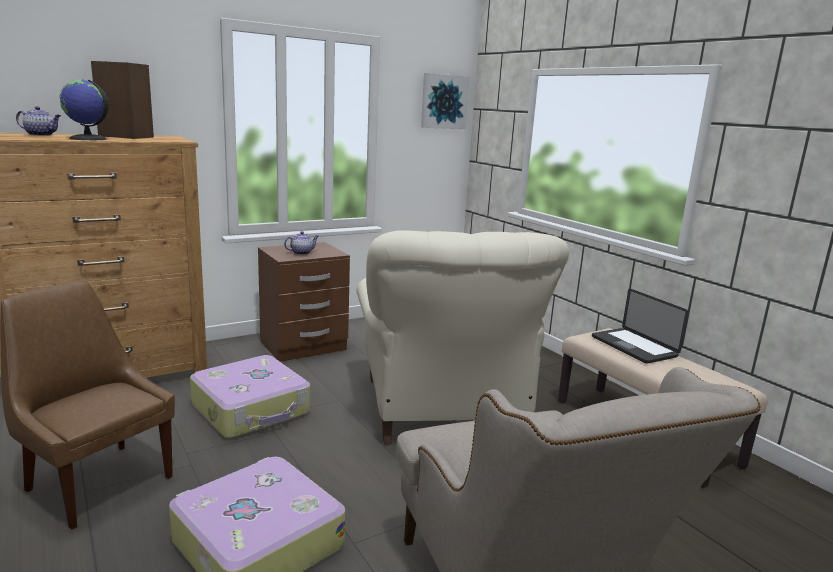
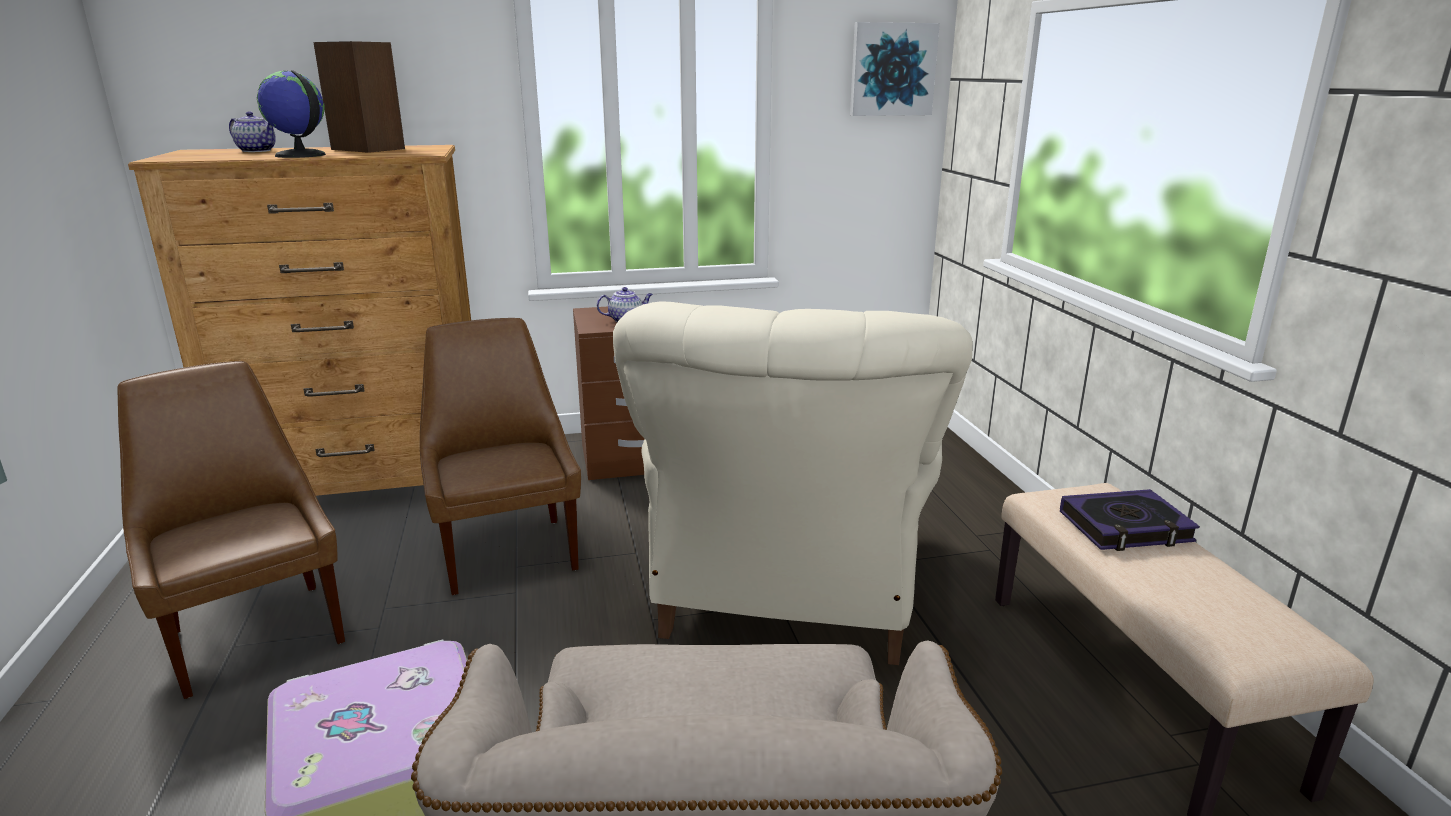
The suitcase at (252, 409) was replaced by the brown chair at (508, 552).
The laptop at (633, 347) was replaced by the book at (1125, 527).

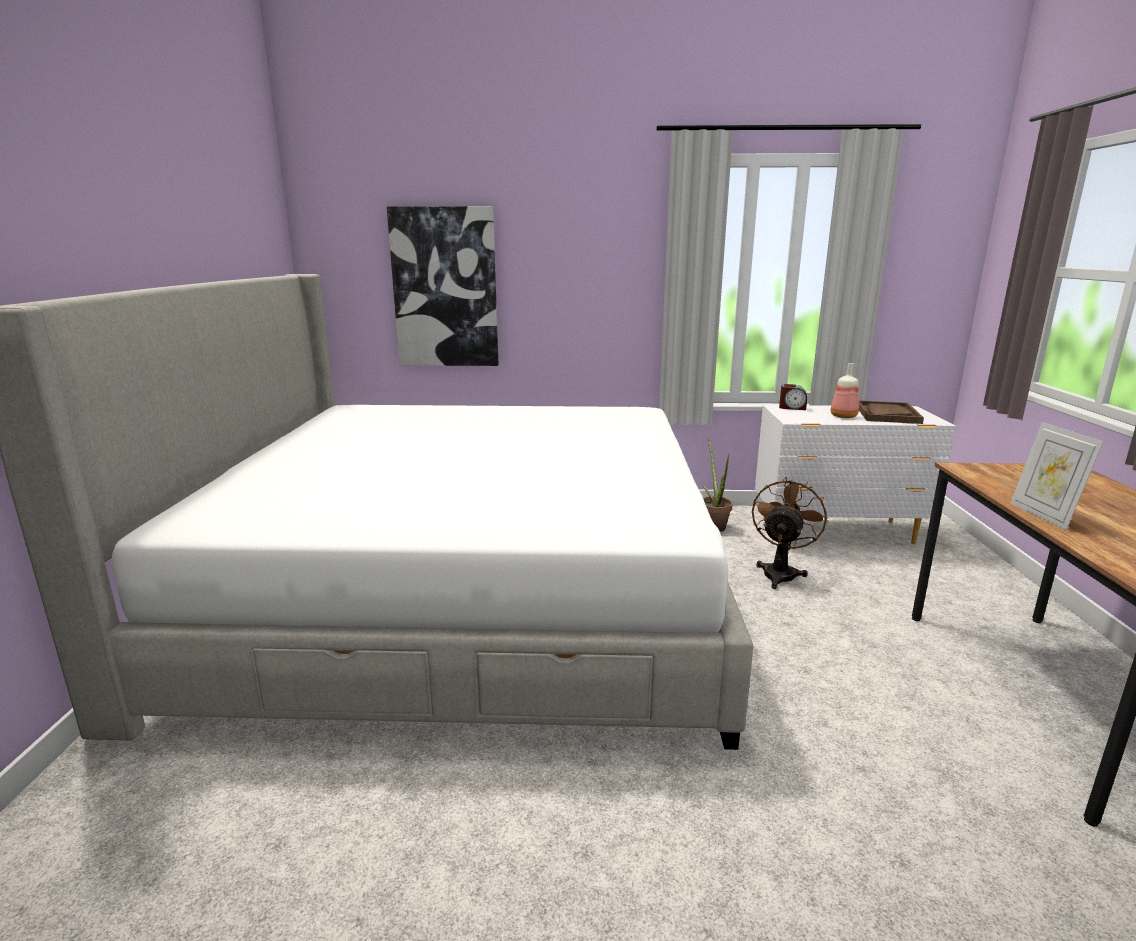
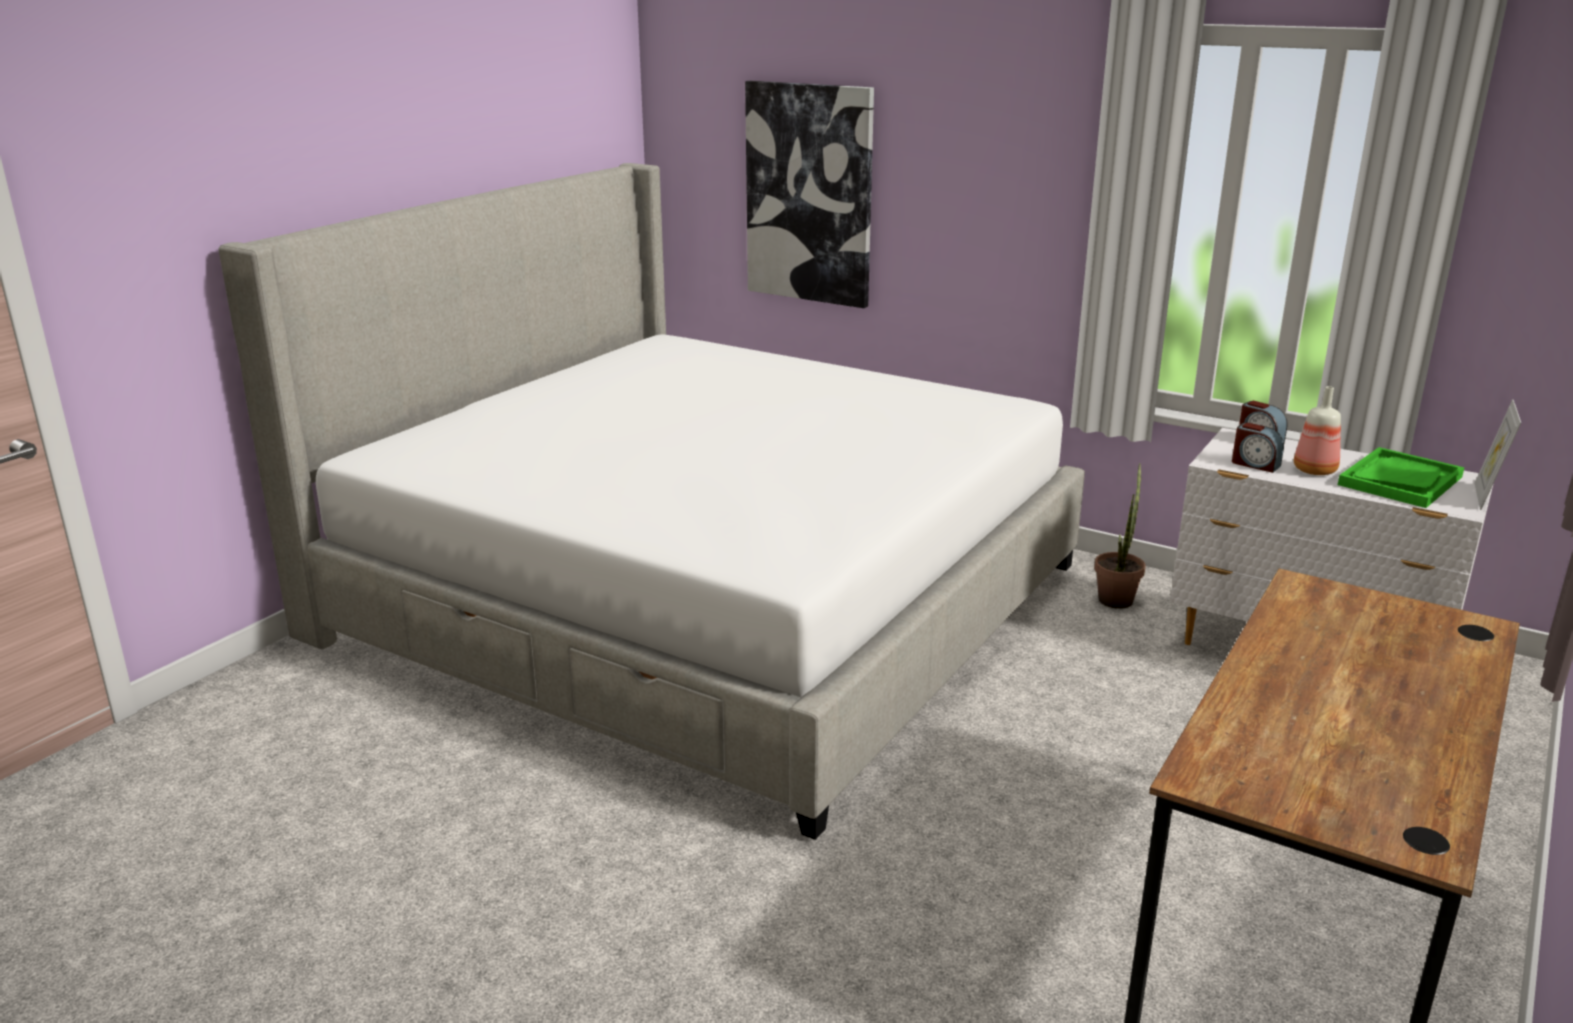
The alarm clock at (1255, 464) appeared.
The brown tray at (887, 414) became the green tray at (1400, 481).
The picture frame moved from (1043, 515) to (1486, 497).
The brown fan at (780, 572) disappeared.

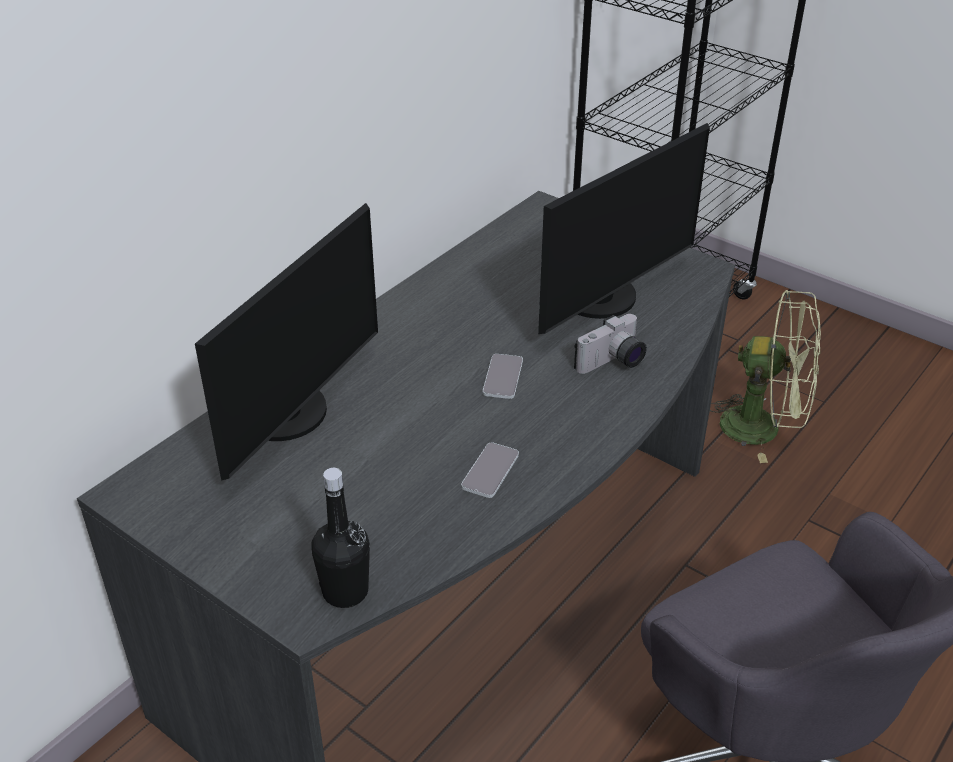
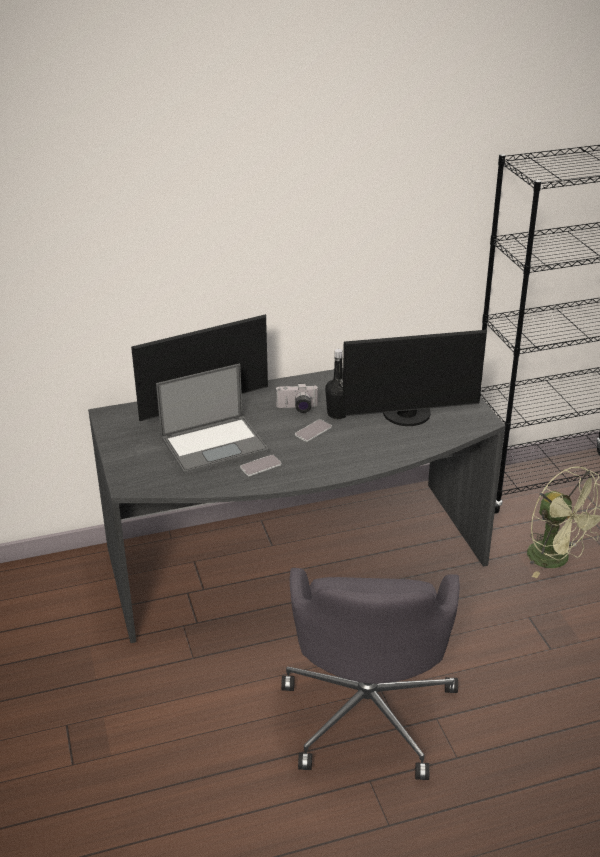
The laptop at (215, 444) appeared.
The photo camera moved from (612, 363) to (297, 408).
The black bottle moved from (345, 591) to (337, 414).

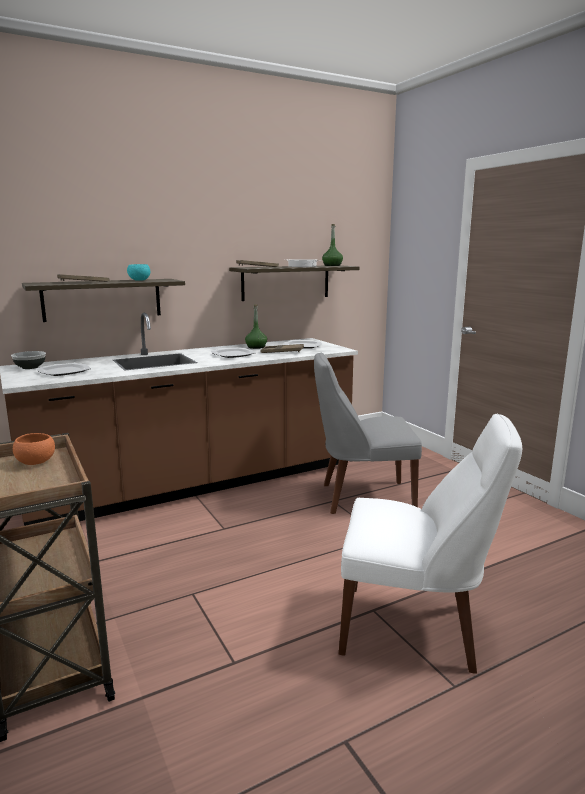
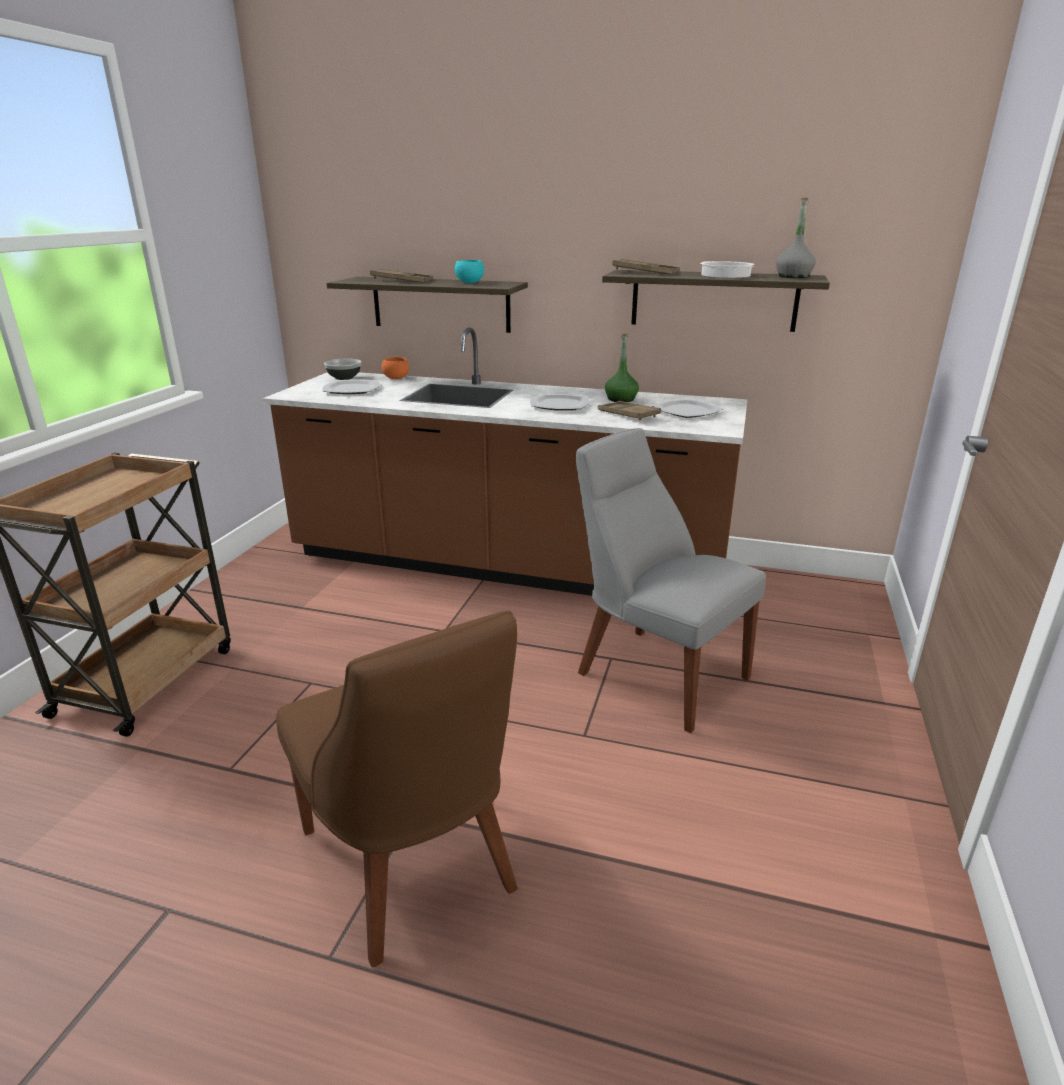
The white chair at (415, 629) became the brown chair at (412, 866).
The orange bowl moved from (35, 462) to (396, 378).
The green bottle at (332, 265) became the grey bottle at (793, 276).

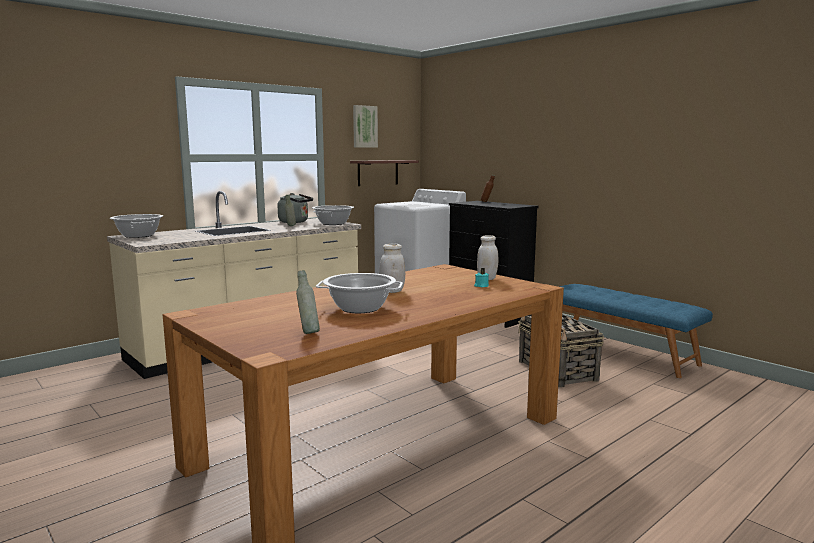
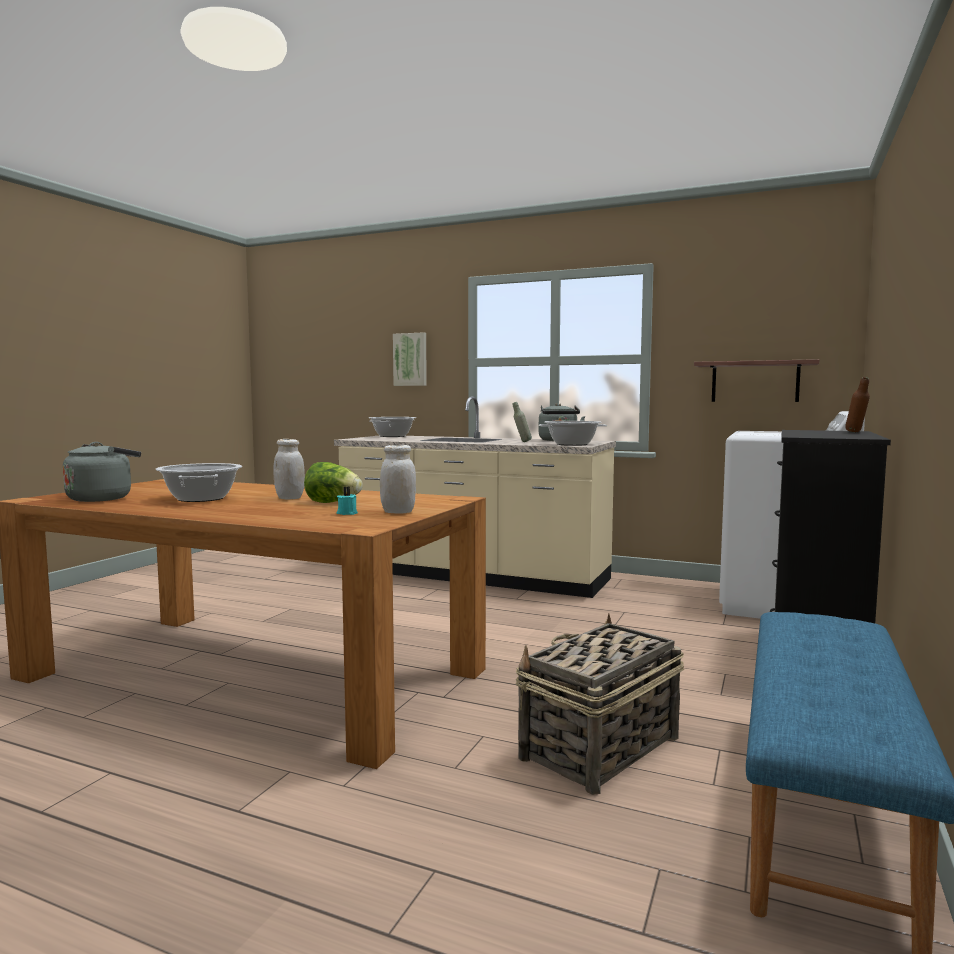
The grey bottle at (308, 332) was replaced by the grey kettle at (103, 498).
The lettuce at (333, 502) appeared.
The picture moved from (364, 126) to (410, 359).

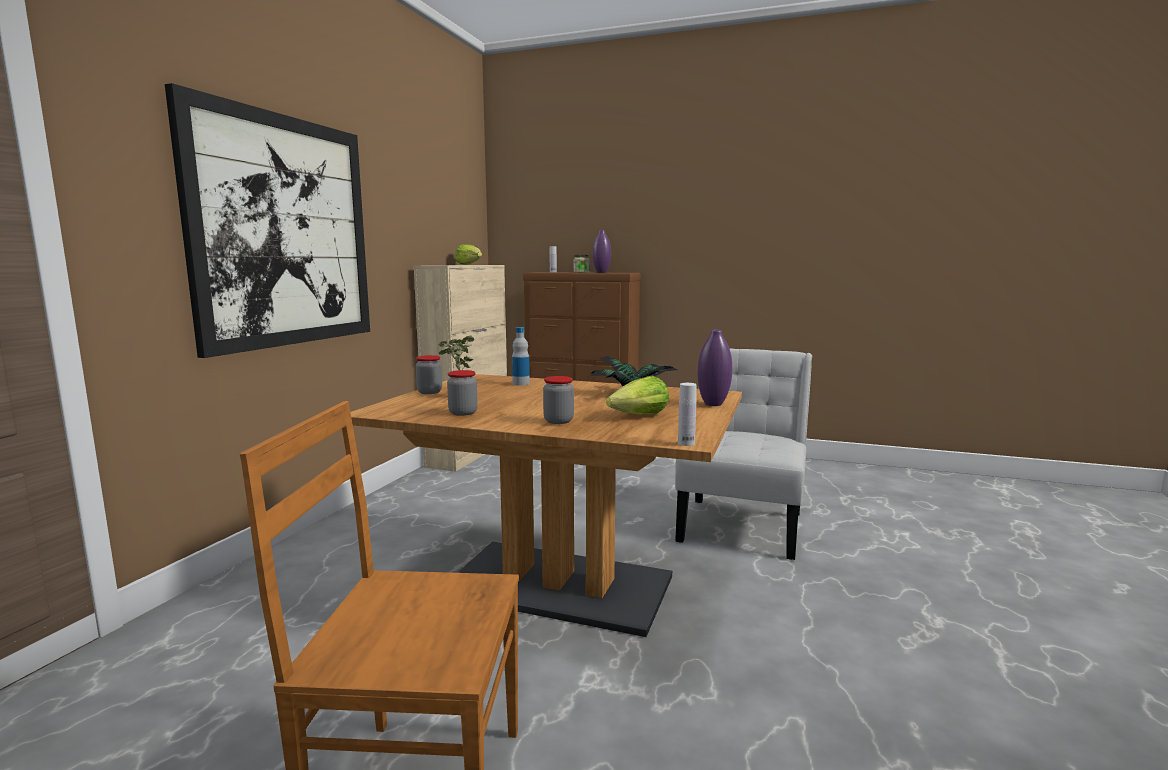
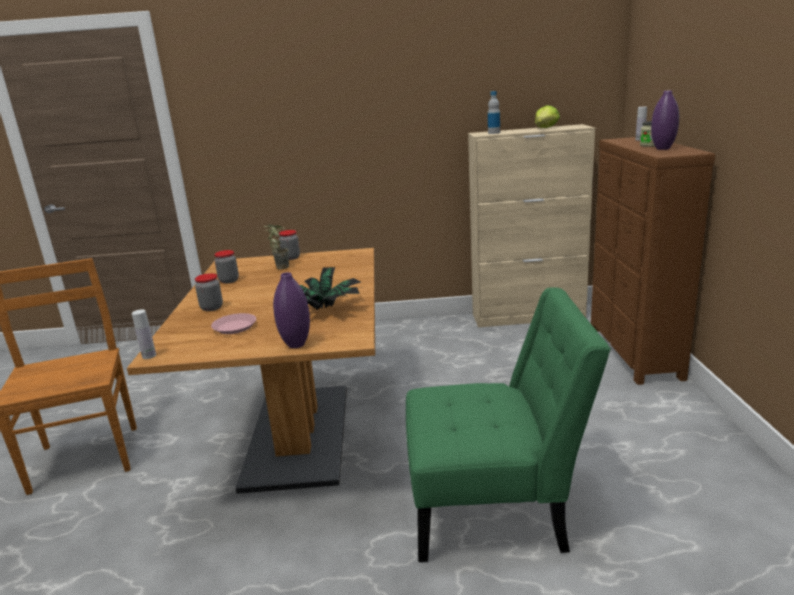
The lettuce at (640, 416) was replaced by the pink plate at (235, 327).
The white chair at (742, 524) became the green chair at (494, 508).
The bottle moved from (521, 383) to (494, 133).
The picture at (284, 232) disappeared.

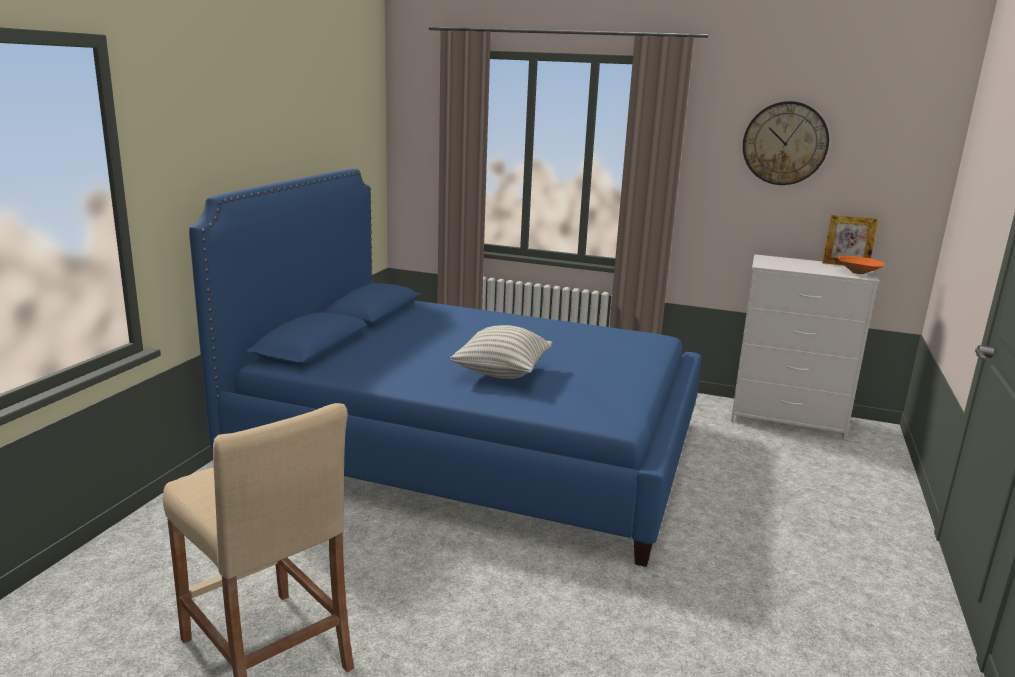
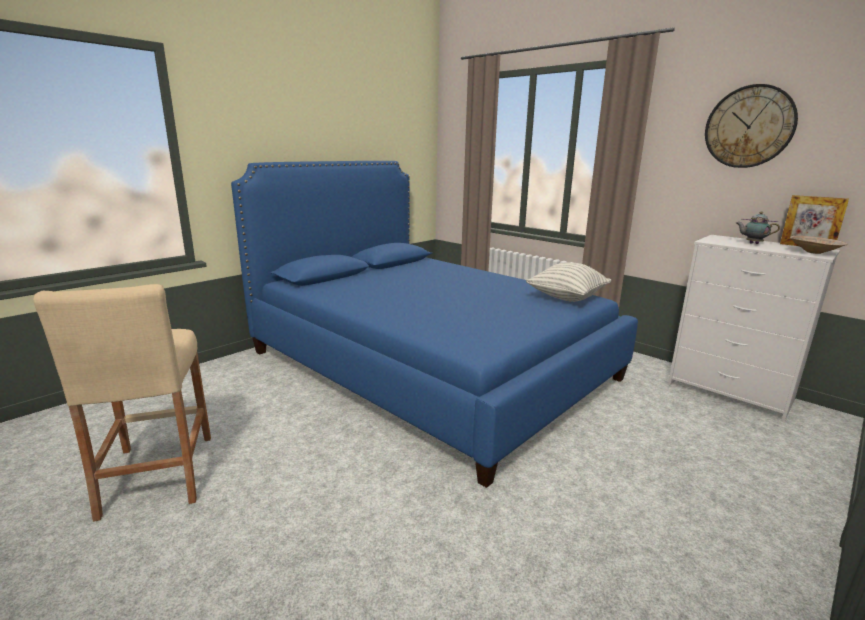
The pillow moved from (501, 373) to (566, 298).
The teapot at (752, 243) appeared.
The orange bowl at (859, 273) became the beige bowl at (815, 253).

